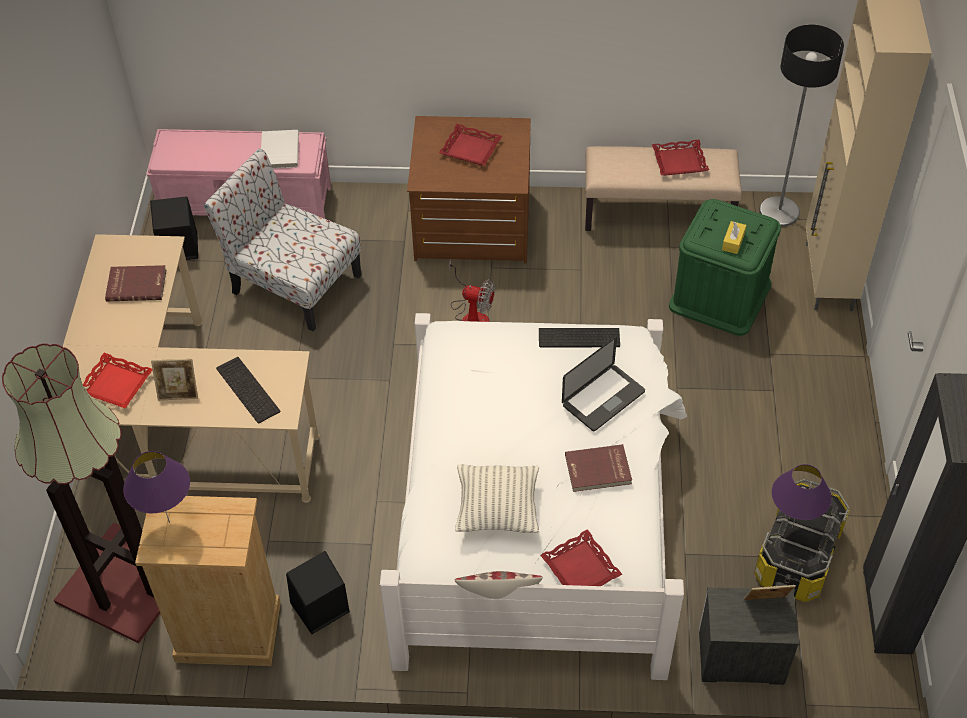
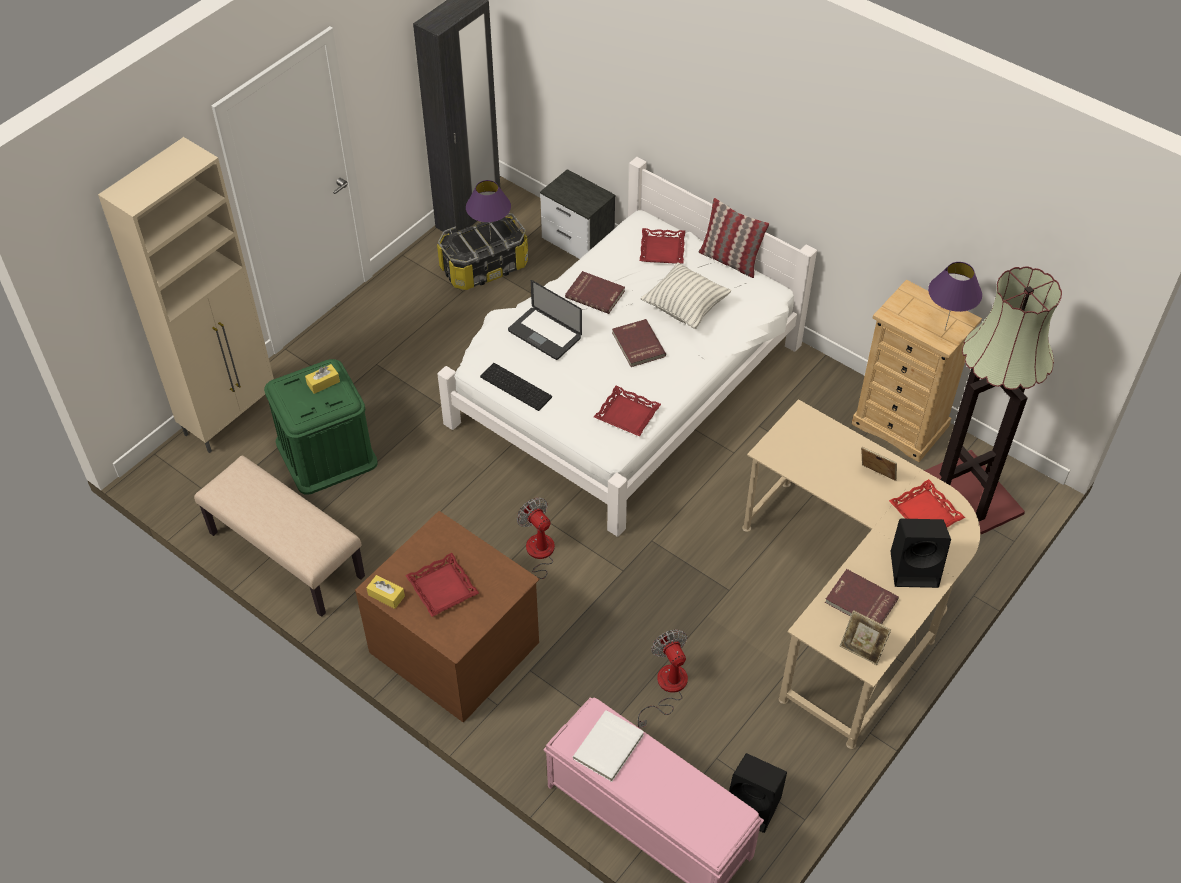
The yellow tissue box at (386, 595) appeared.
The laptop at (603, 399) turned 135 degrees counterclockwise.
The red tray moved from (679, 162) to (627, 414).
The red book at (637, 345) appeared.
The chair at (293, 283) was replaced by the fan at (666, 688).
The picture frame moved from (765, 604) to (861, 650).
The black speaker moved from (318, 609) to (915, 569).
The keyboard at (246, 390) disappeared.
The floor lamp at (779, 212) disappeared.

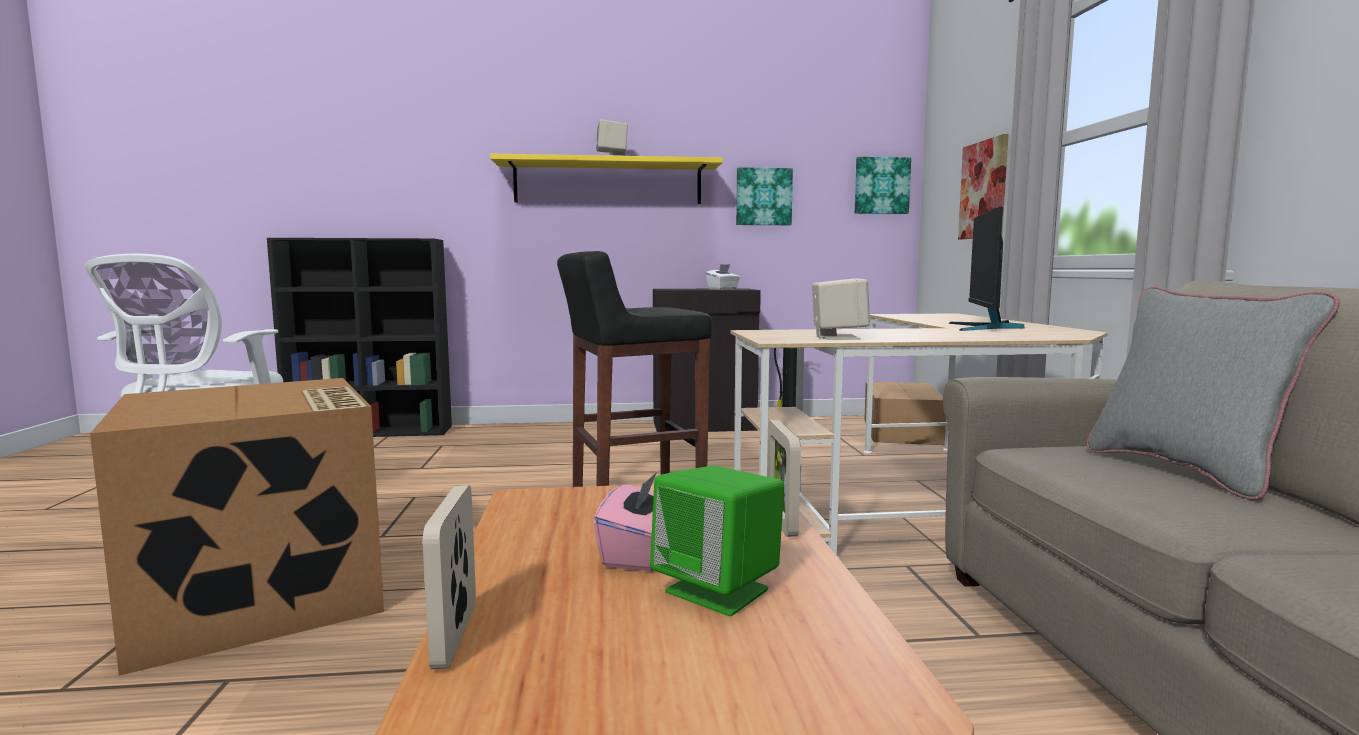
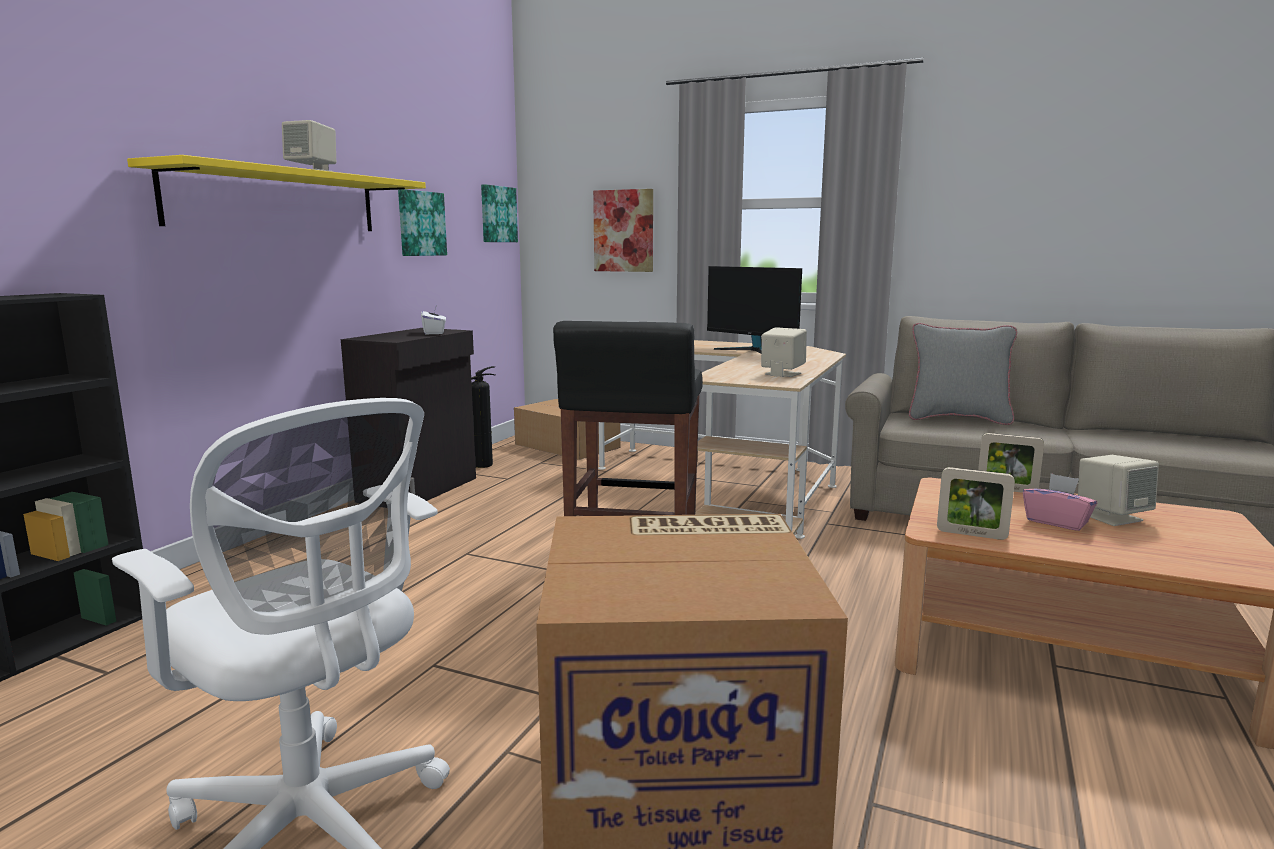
The picture frame moved from (455, 635) to (971, 534).
The green speaker at (719, 591) became the beige speaker at (1111, 517).

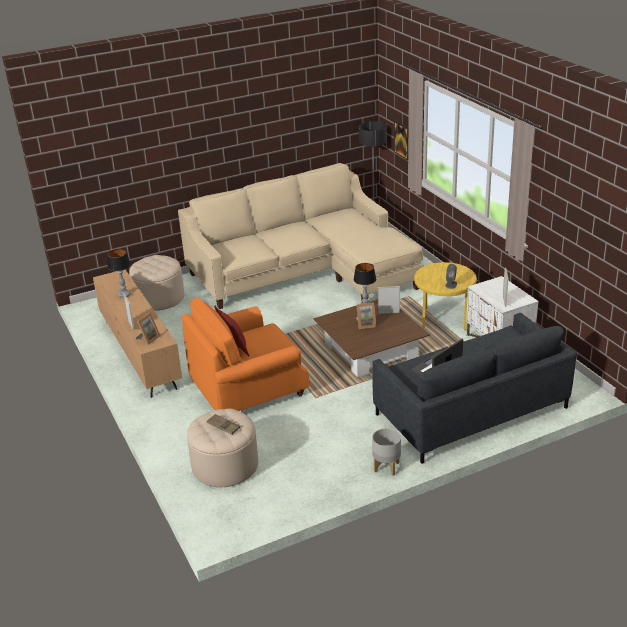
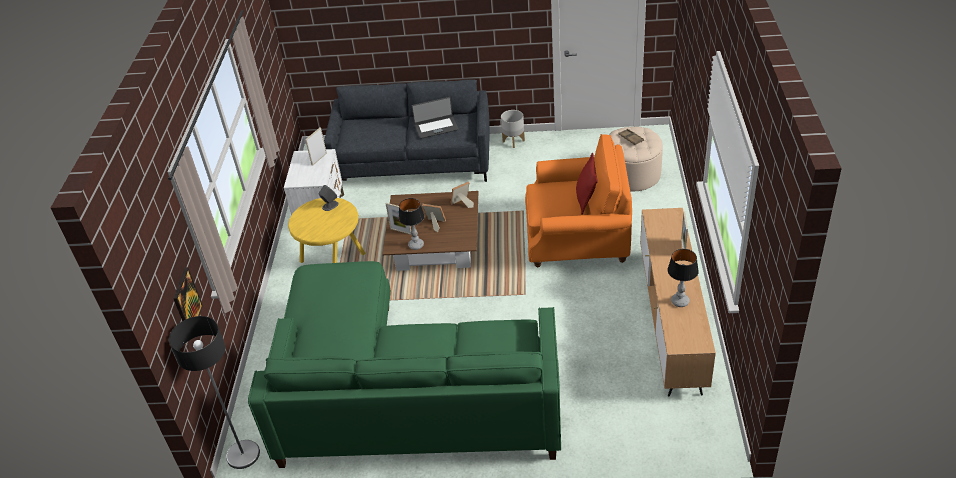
The beige sofa at (306, 272) became the green sofa at (403, 394).
The picture frame moved from (148, 338) to (462, 204).
The beige ottoman at (159, 298) disappeared.

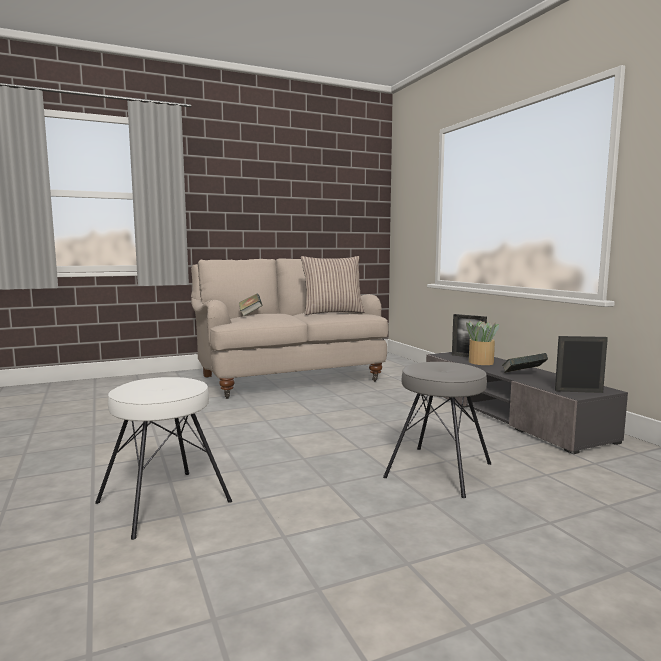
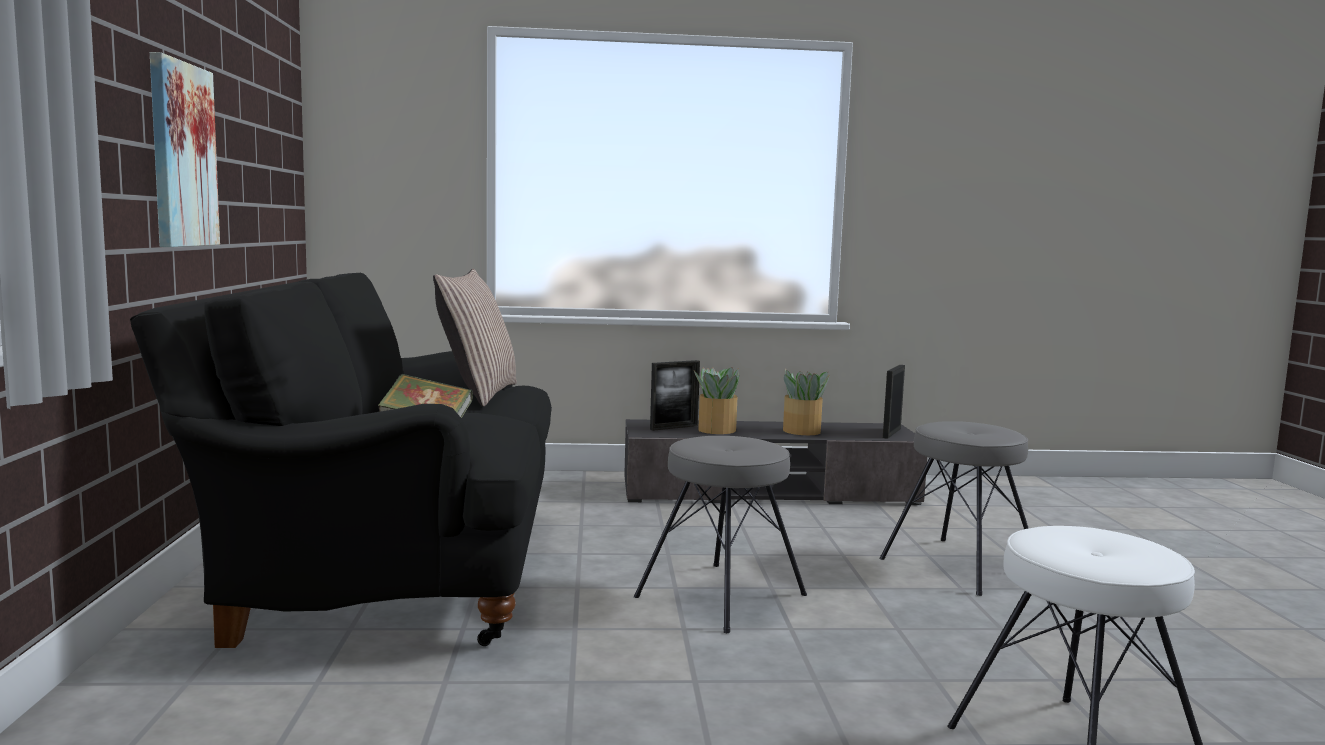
The beige sofa at (287, 378) became the black sofa at (391, 568).
The picture at (181, 155) appeared.
The grey stool at (722, 596) appeared.
The book at (523, 375) was replaced by the potted plant at (802, 431).

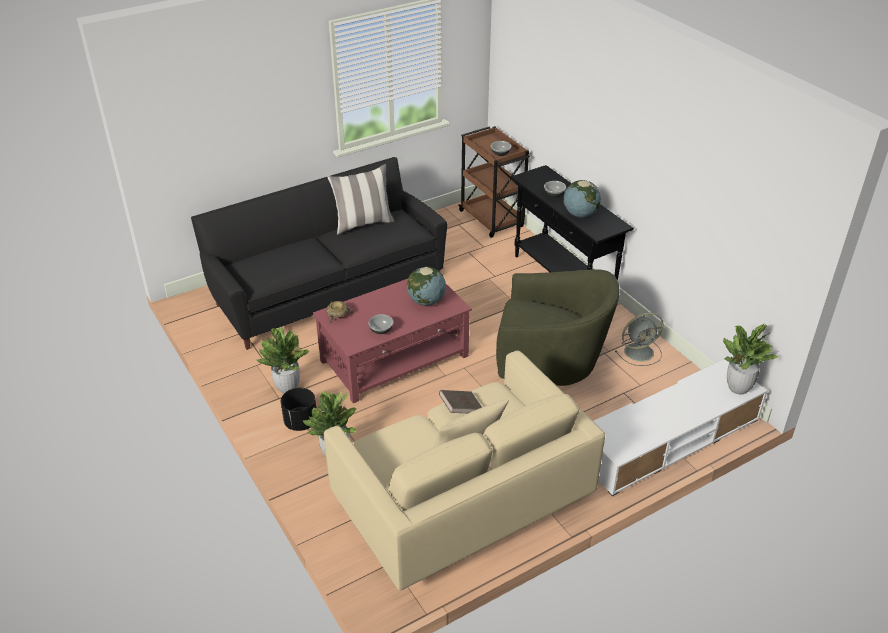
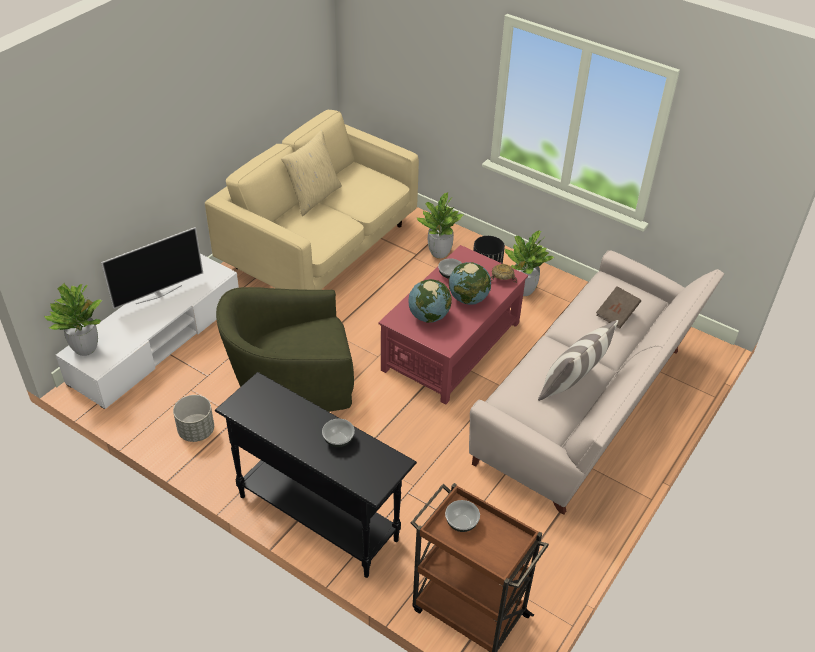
The television at (158, 294) appeared.
The grey fan at (640, 352) was replaced by the grey planter at (196, 431).
The globe moved from (580, 214) to (468, 299).
The black sofa at (327, 288) became the beige sofa at (587, 407).
The brown book moved from (460, 409) to (616, 314).

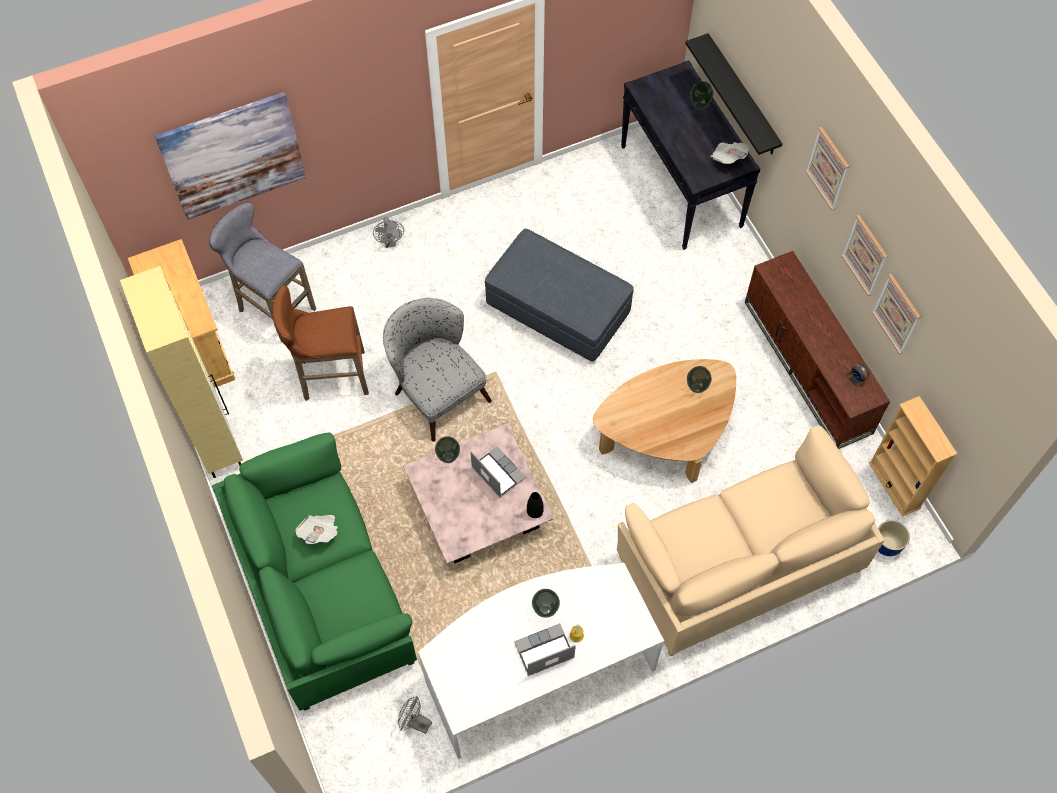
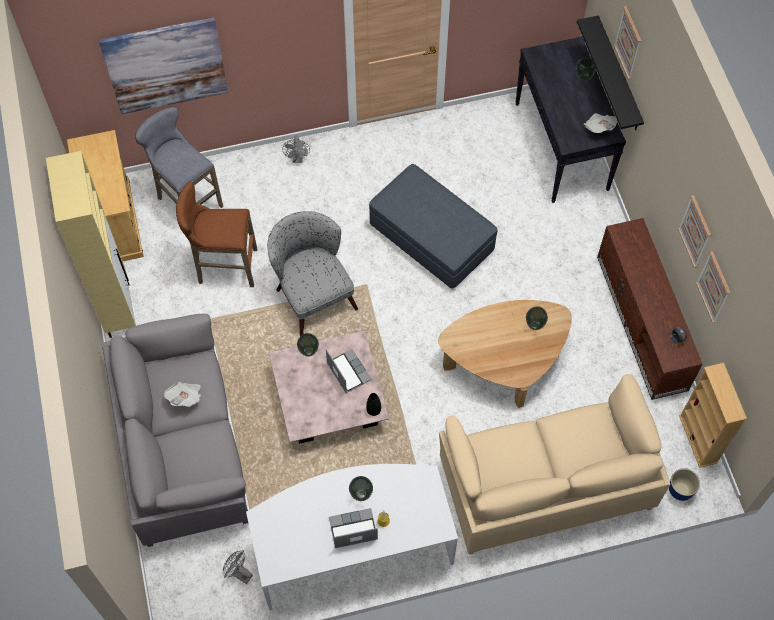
The green sofa at (323, 590) became the grey sofa at (183, 447).
The picture moved from (828, 168) to (628, 42).

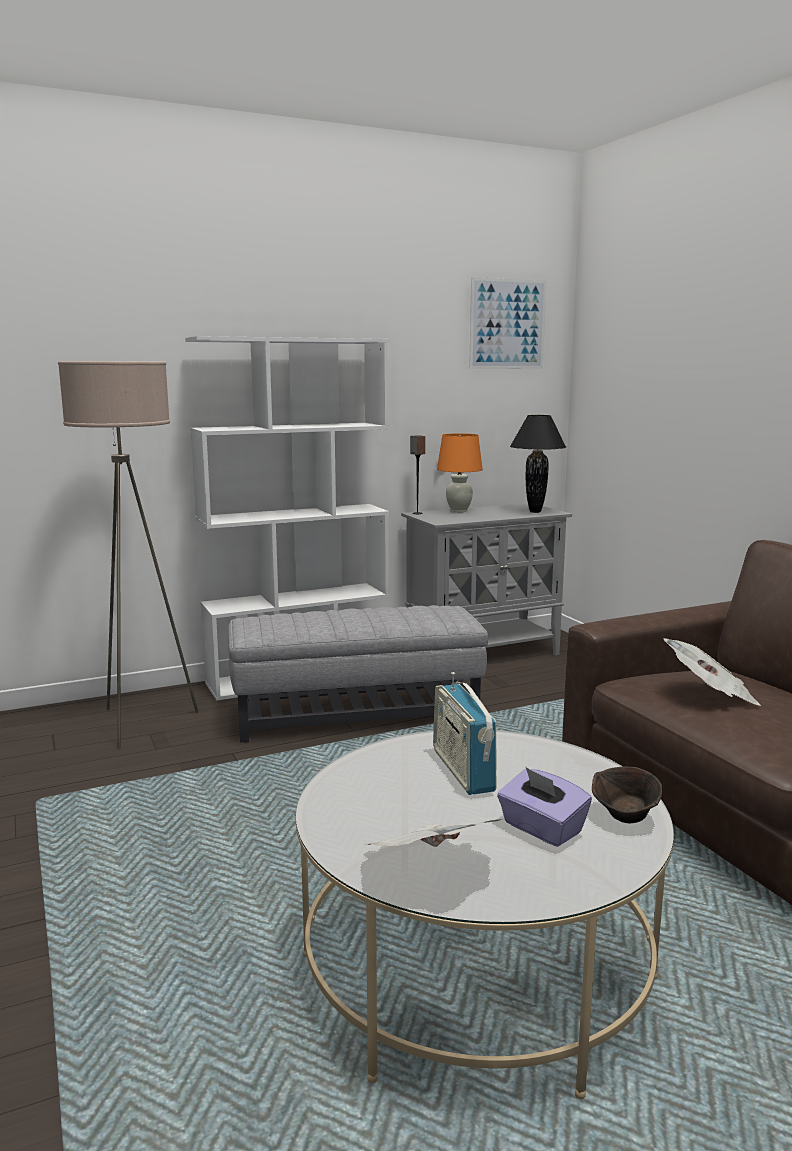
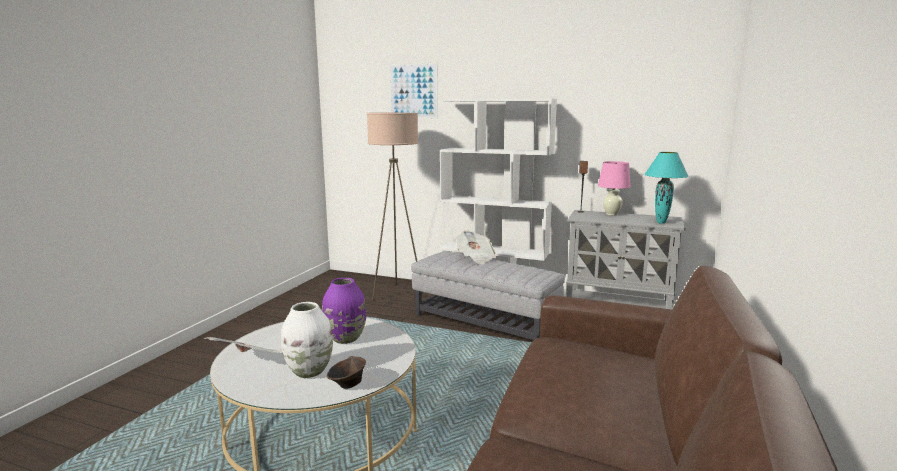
The purple tissue box at (541, 829) was replaced by the white vase at (309, 371).
The radio at (463, 770) was replaced by the purple vase at (345, 338).
The picture moved from (507, 324) to (413, 91).
The newspaper moved from (710, 695) to (476, 258).
The orange table lamp at (459, 510) became the pink table lamp at (611, 214).
The black table lamp at (535, 512) became the turquoise table lamp at (661, 222).

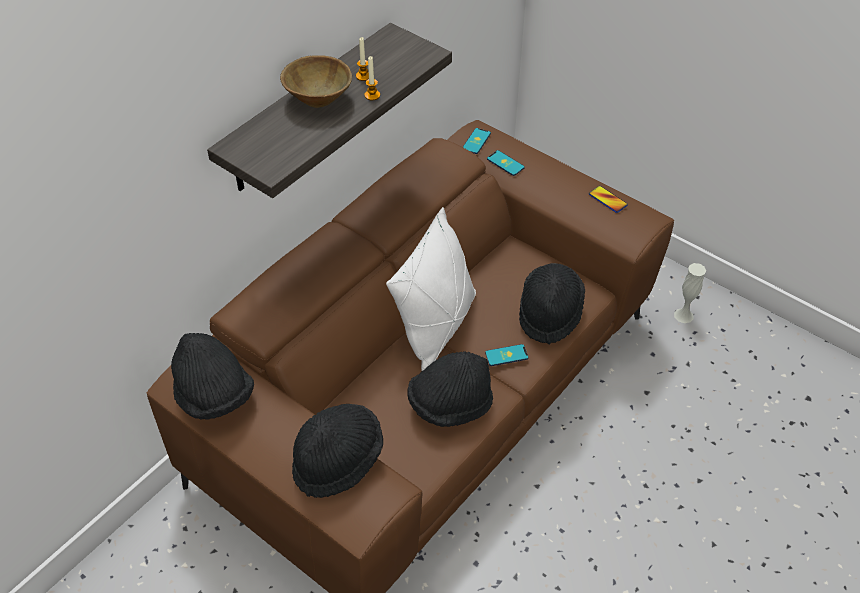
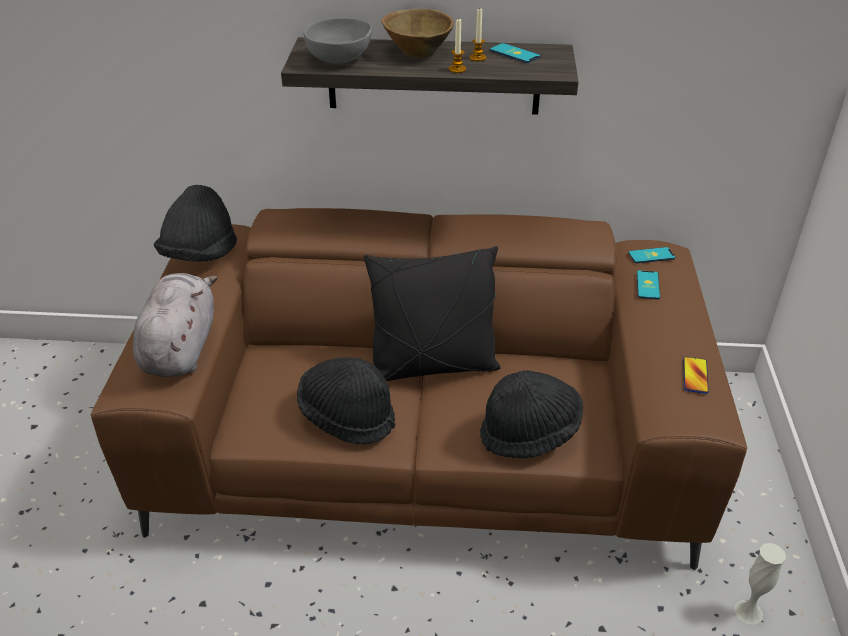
The black hat at (338, 460) was replaced by the grey plush toy at (180, 347).
The grey bowl at (341, 60) appeared.
The white pillow at (436, 327) became the black pillow at (433, 366).
The phone moved from (506, 355) to (514, 54).

